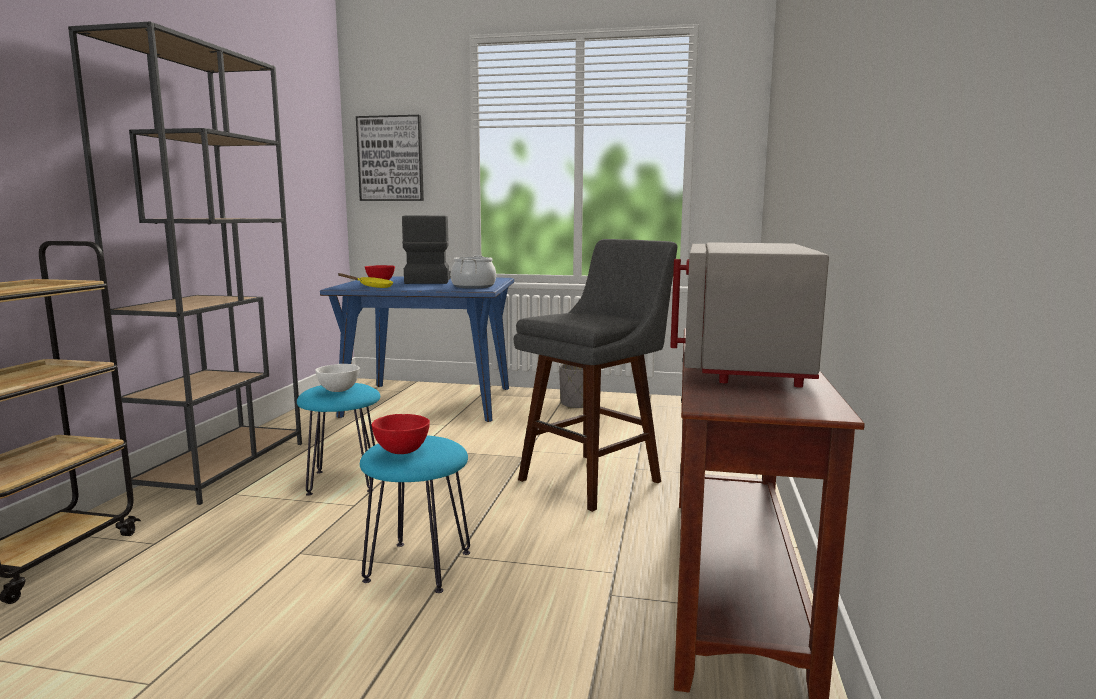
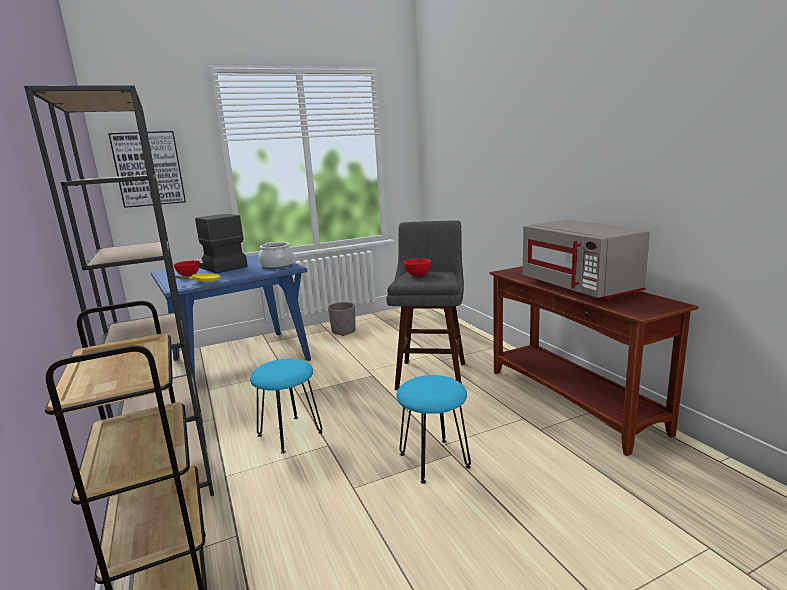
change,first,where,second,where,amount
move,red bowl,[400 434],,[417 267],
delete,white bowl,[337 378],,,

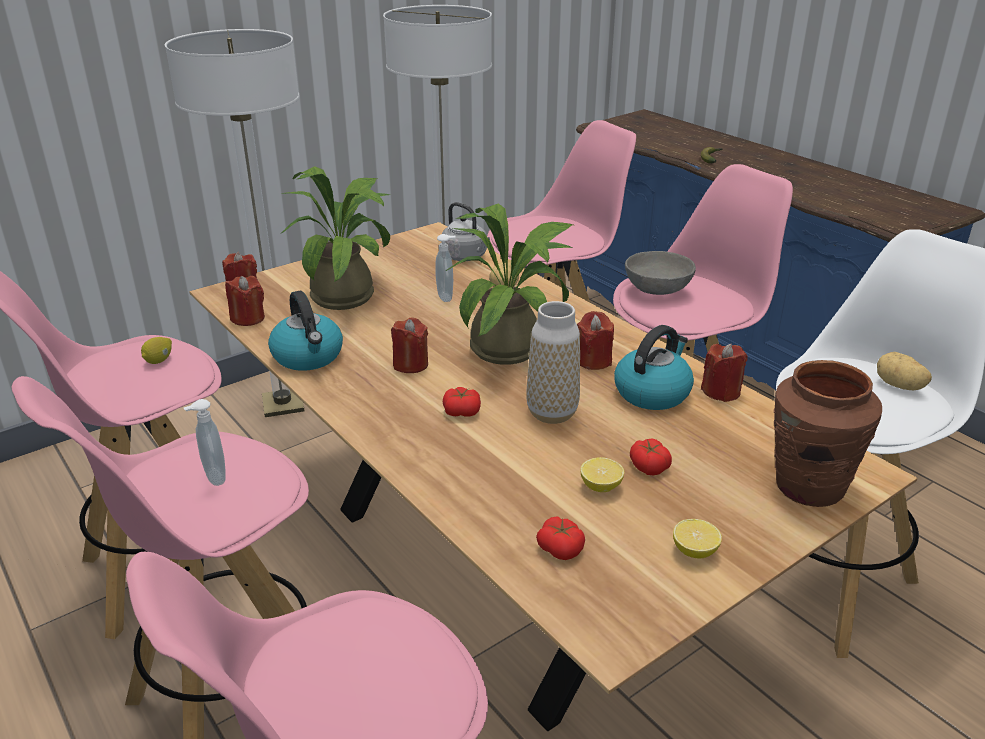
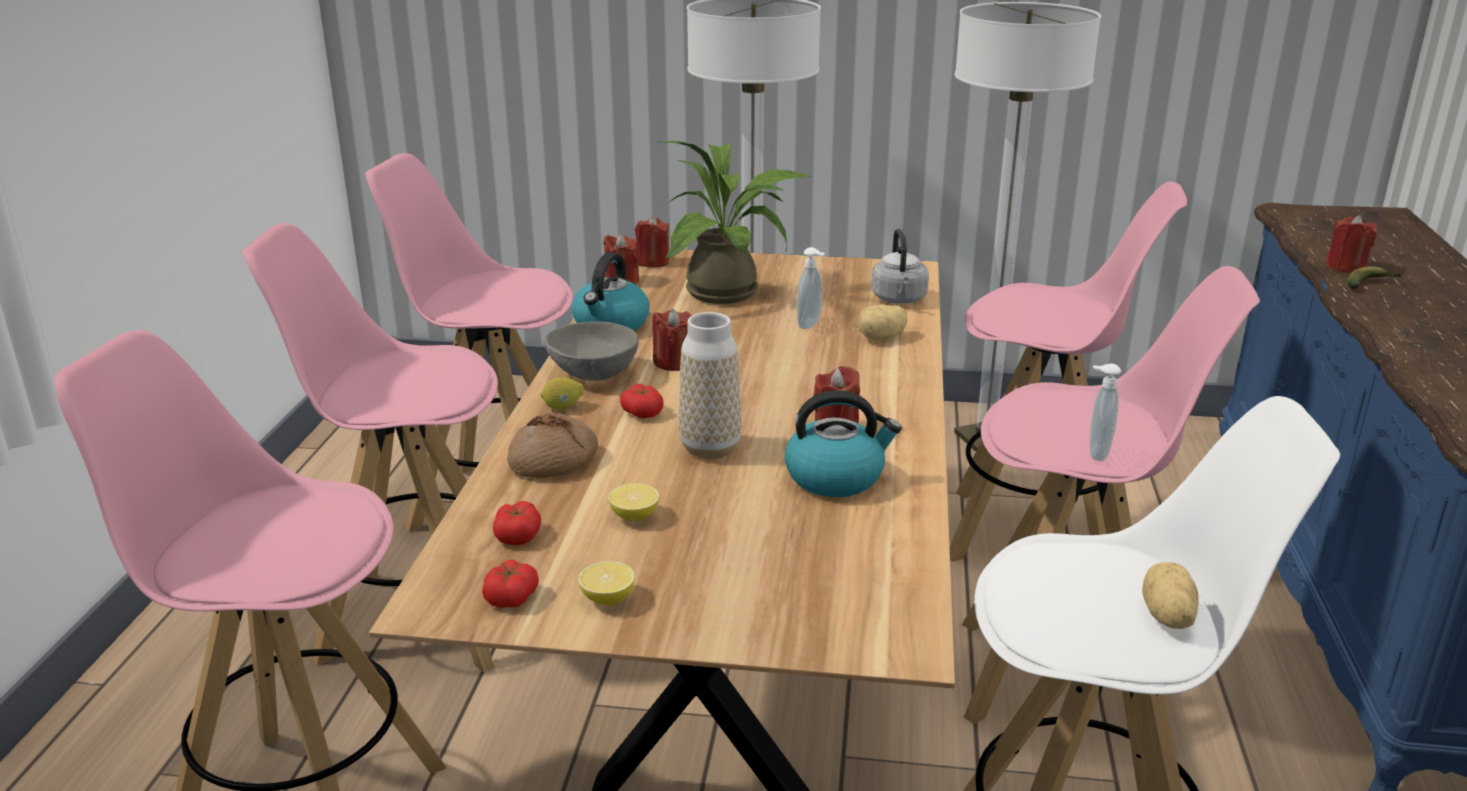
change,first,where,second,where,amount
move,tomato,[651 457],,[510 583],
insert,,,bread,[552 445],
move,lemon,[156 350],,[562 393],
move,grey bowl,[660 273],,[591 351],
move,soap dispenser,[205 442],,[1105 412],
move,red candle,[724 373],,[1351 244],
delete,potted plant,[509 284],,,
delete,brown vase,[828 433],,,

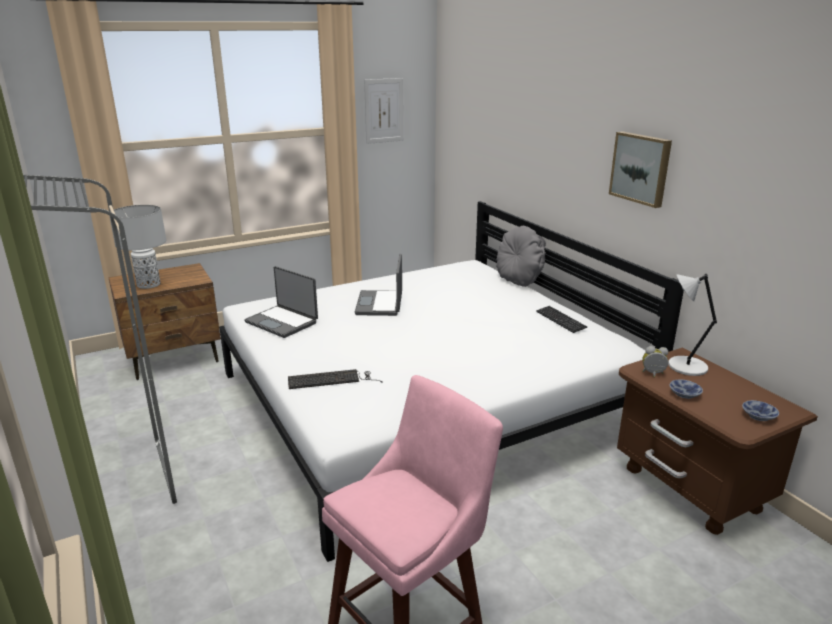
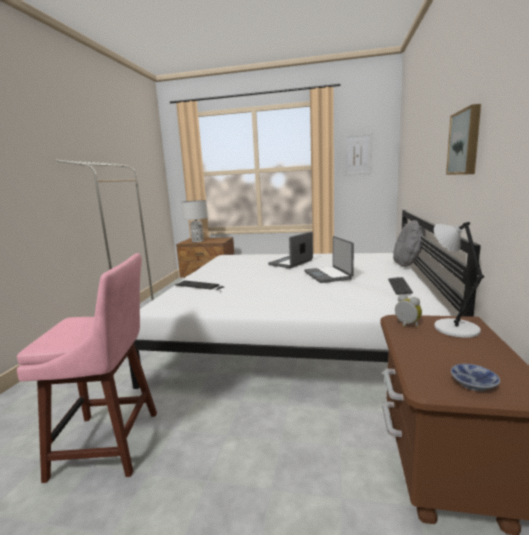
change,first,where,second,where,amount
move,laptop,[281 302],,[329 259],
delete,bowl,[686 389],,,

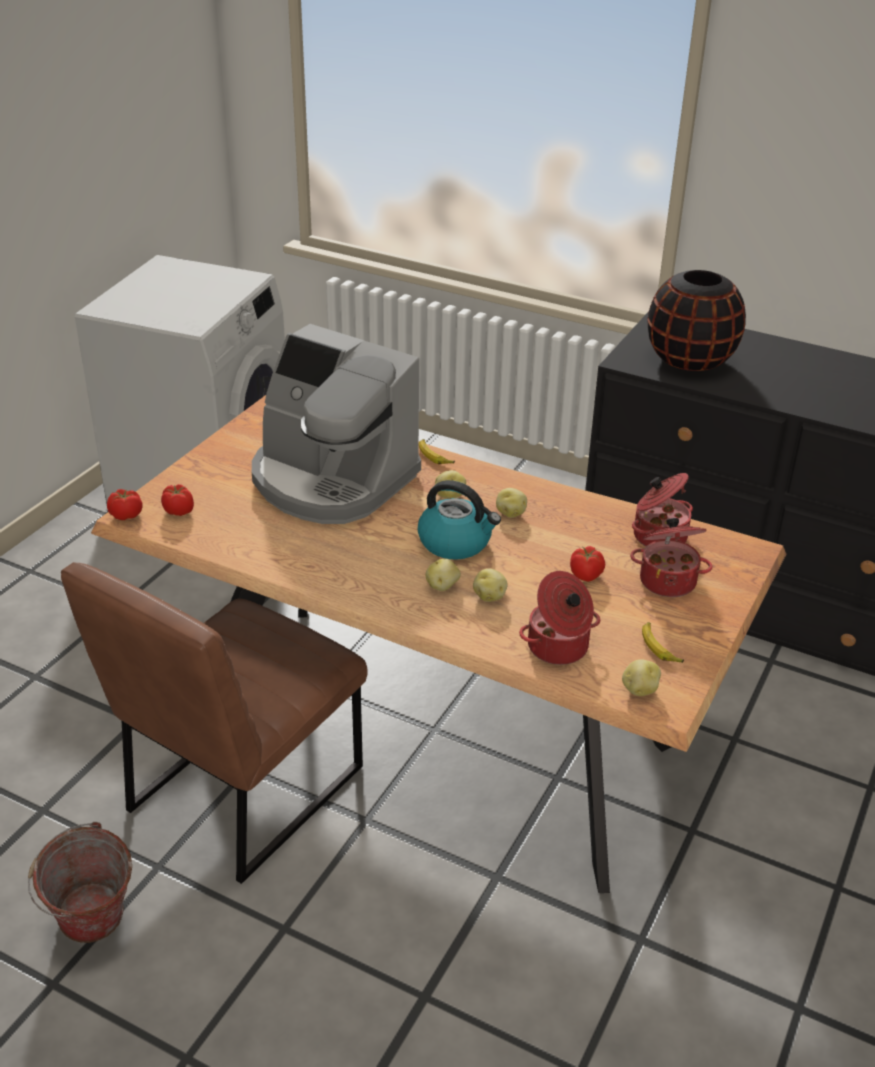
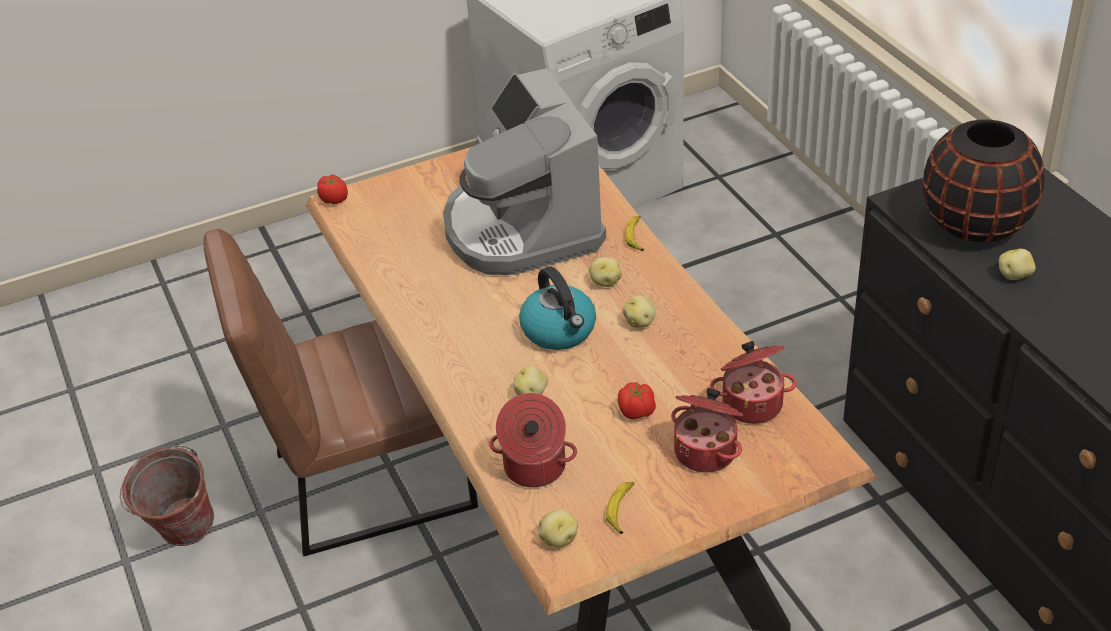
change,first,where,second,where,amount
move,potato,[443 574],,[1017 264],
delete,tomato,[177 500],,,

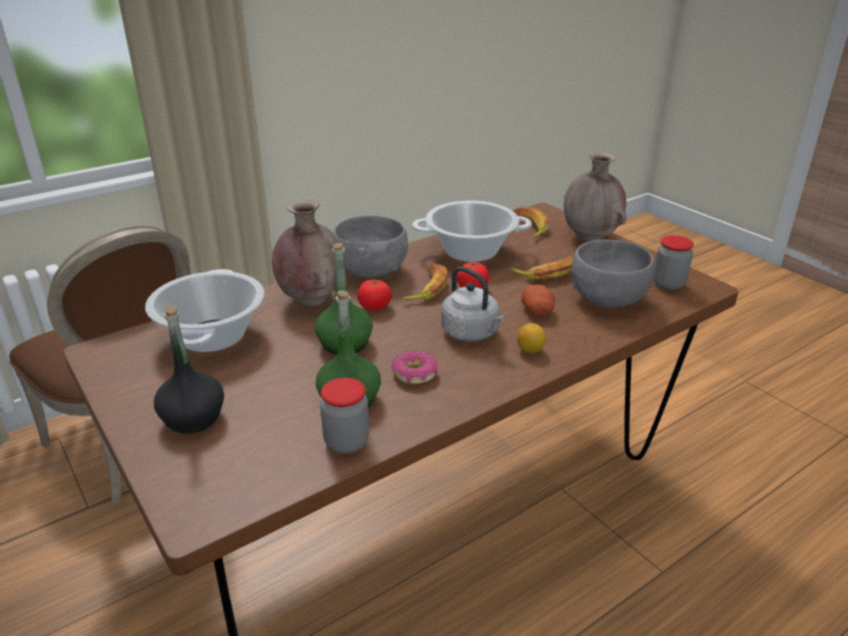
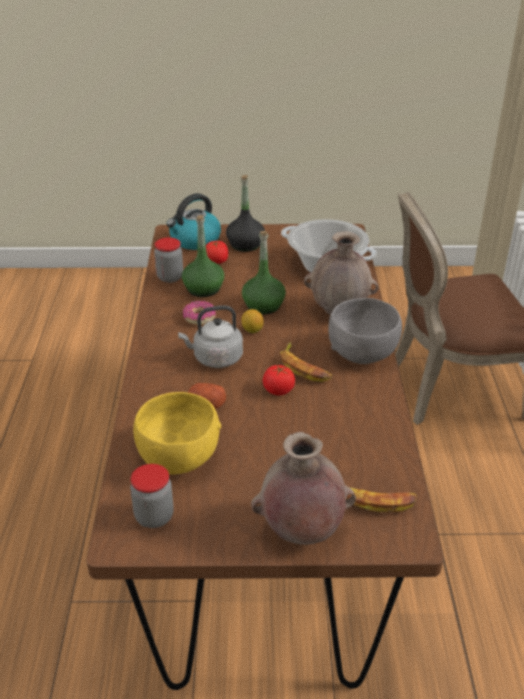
change,first,where,second,where,amount
recolor,grey bowl,[613 274],yellow bowl,[177 433],
insert,,,kettle,[193 221],
move,tomato,[374 295],,[217 252],
move,lemon,[531 338],,[252 321],
delete,cooking pot,[472 231],,,
delete,banana,[541 268],,,

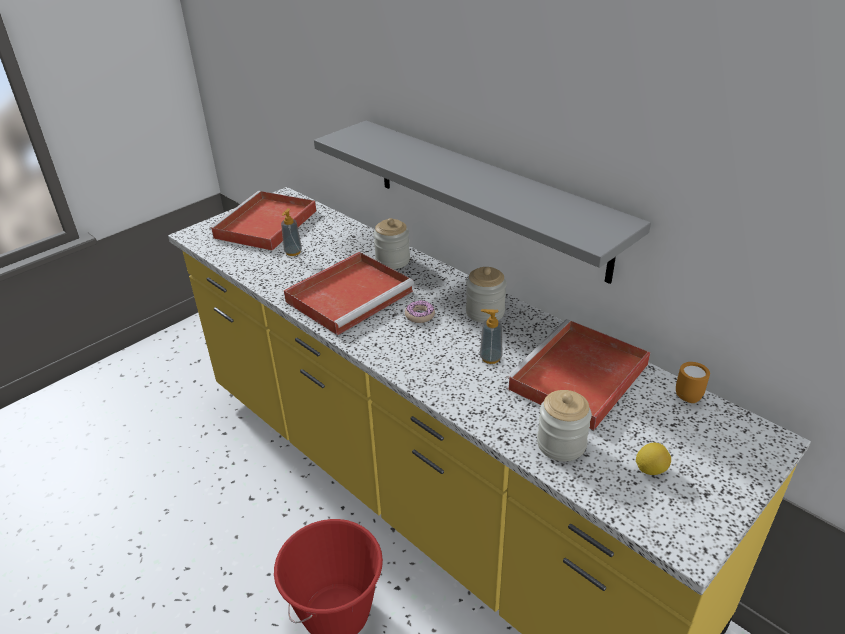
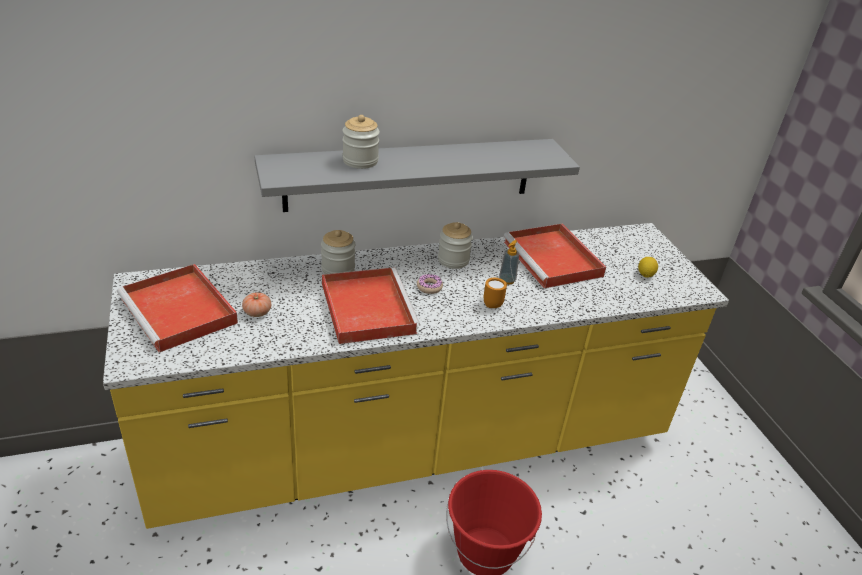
change,first,where,second,where,amount
replace,soap dispenser,[291 232],tomato,[256 304],
move,jar,[564 425],,[361 142],
move,orange mug,[693 382],,[495 293],

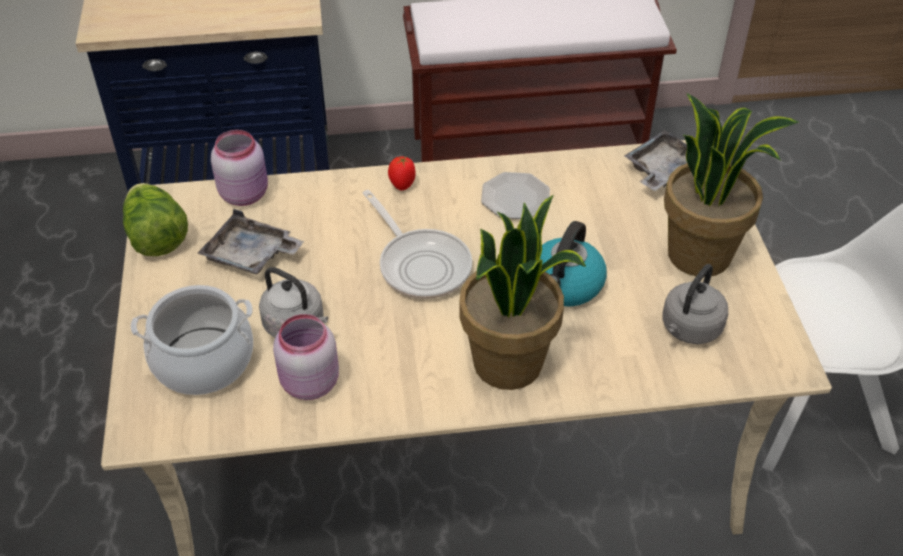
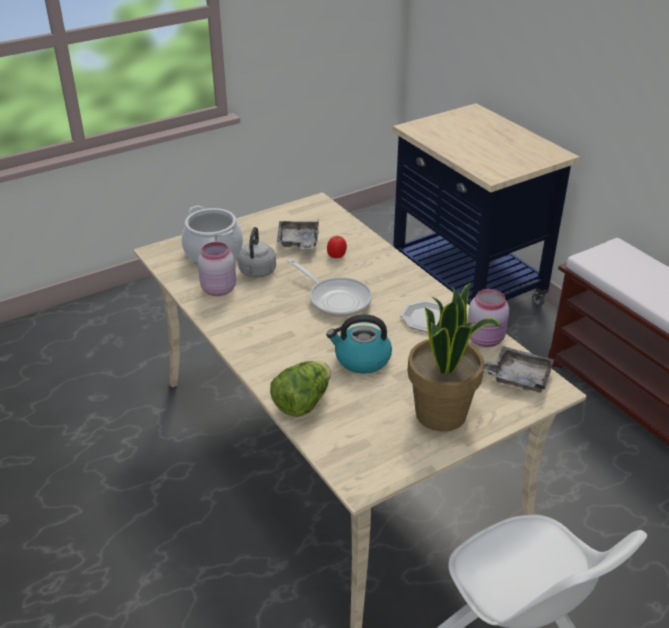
change,first,where,second,where,amount
move,lettuce,[155 219],,[300 389],
rotate,frying pan,[417 244],,[329 288],75 degrees counterclockwise
move,tomato,[401 173],,[337 247],
move,pink jar,[239 168],,[488 318],
delete,potted plant,[522 292],,,
delete,grey kettle,[695 304],,,

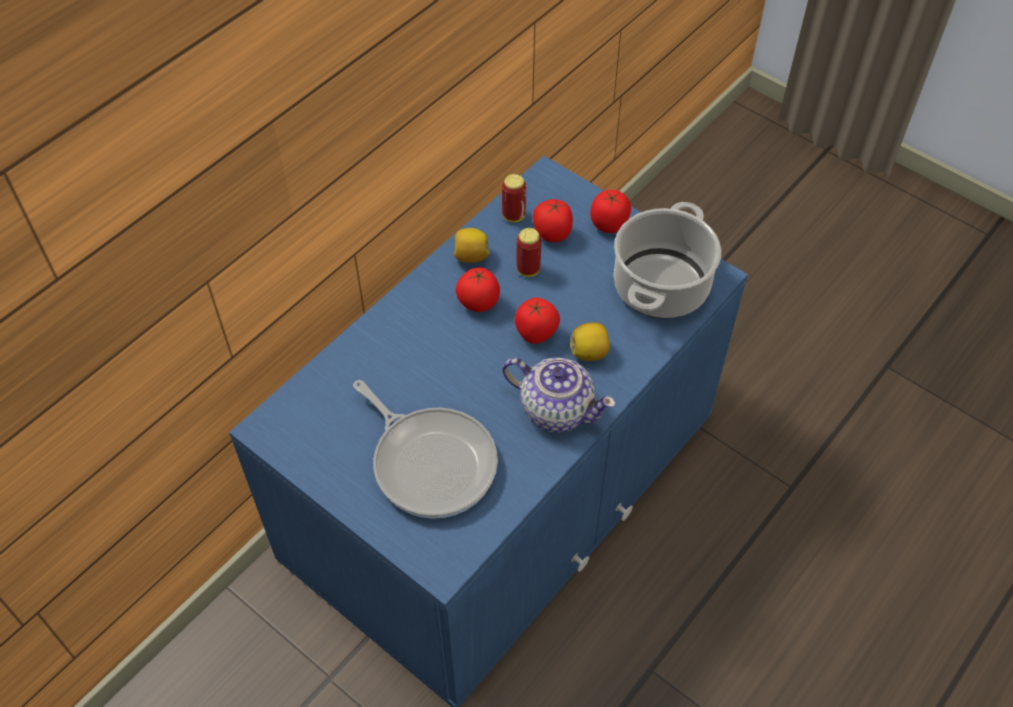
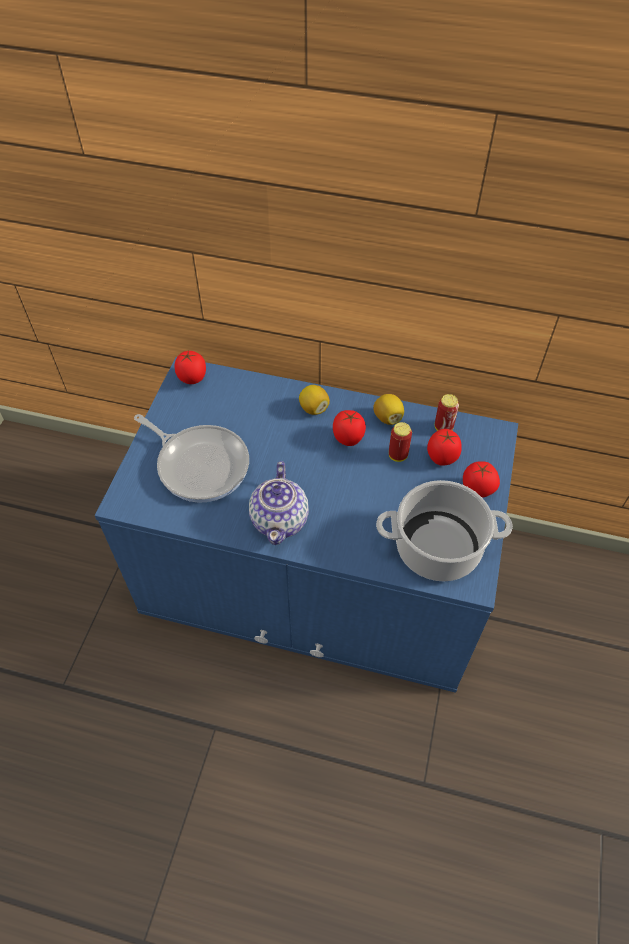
change,first,where,second,where,amount
rotate,frying pan,[425 449],,[191 458],75 degrees counterclockwise
move,tomato,[537 321],,[190 367],
move,lemon,[590 341],,[314 400],

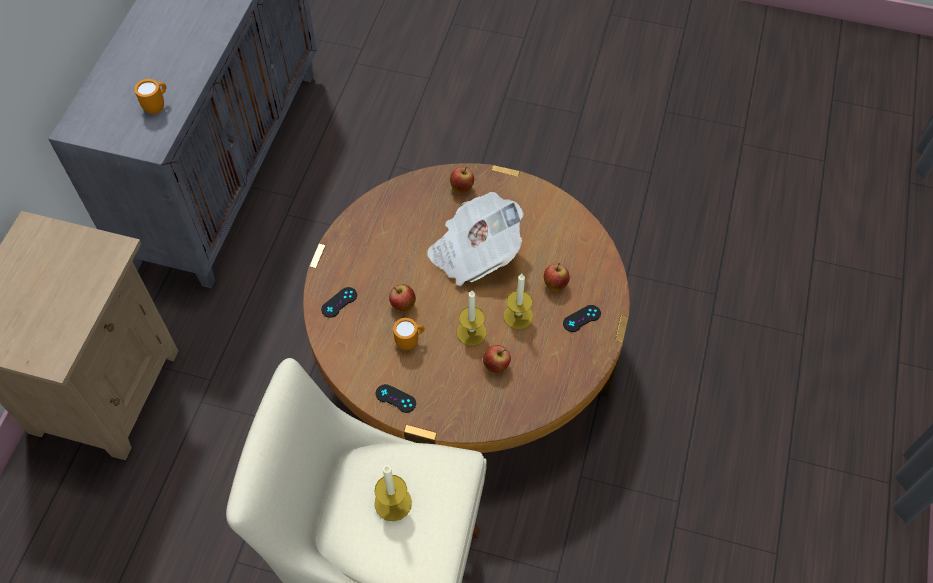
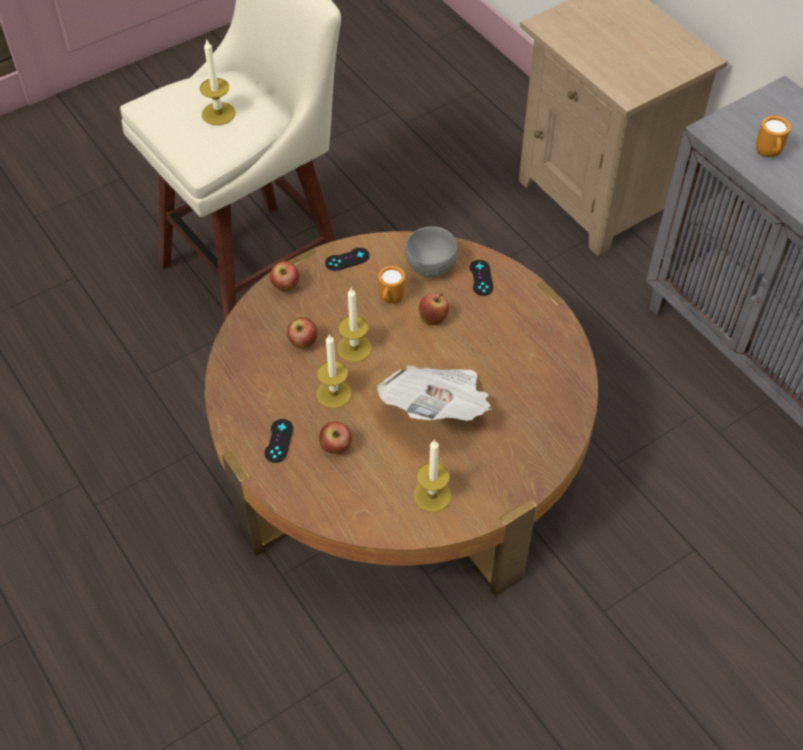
change,first,where,second,where,amount
move,apple,[462 180],,[284 276],
insert,,,grey bowl,[431 251],
insert,,,candle,[432 475],

